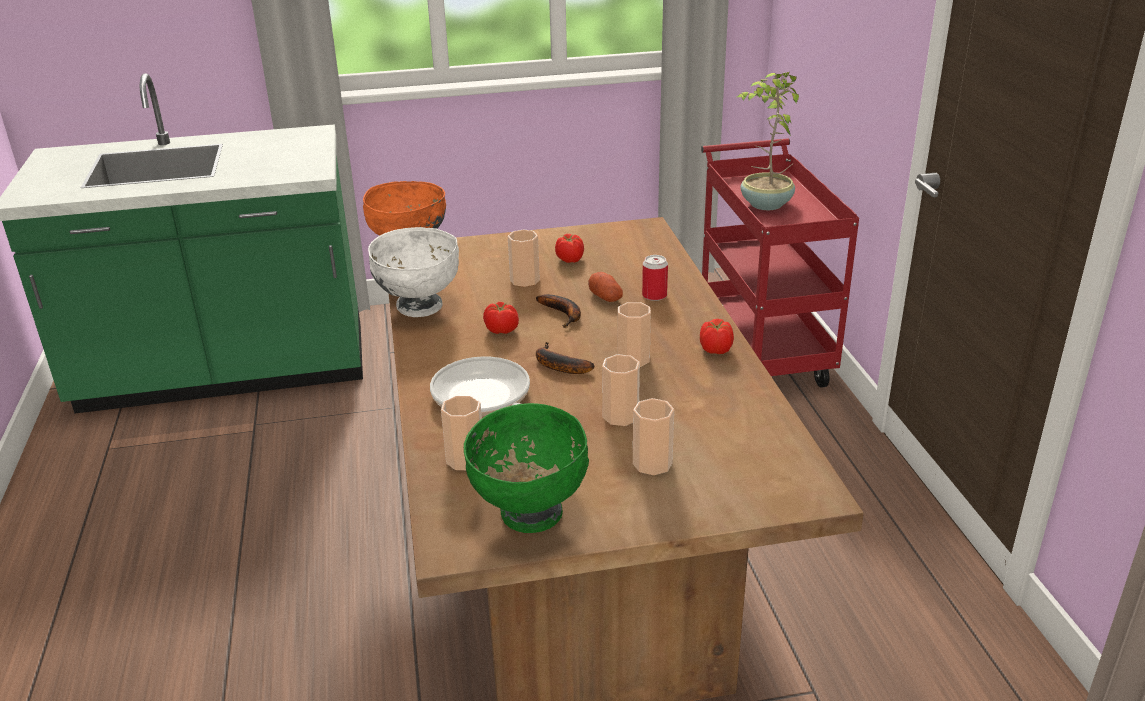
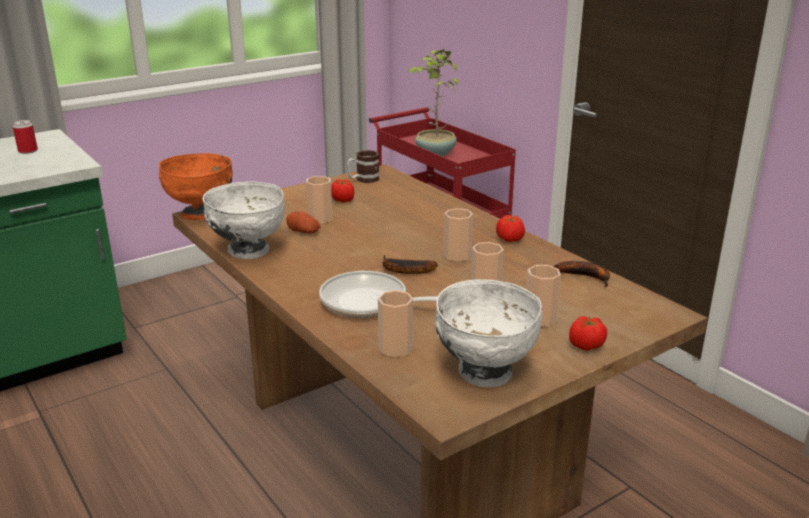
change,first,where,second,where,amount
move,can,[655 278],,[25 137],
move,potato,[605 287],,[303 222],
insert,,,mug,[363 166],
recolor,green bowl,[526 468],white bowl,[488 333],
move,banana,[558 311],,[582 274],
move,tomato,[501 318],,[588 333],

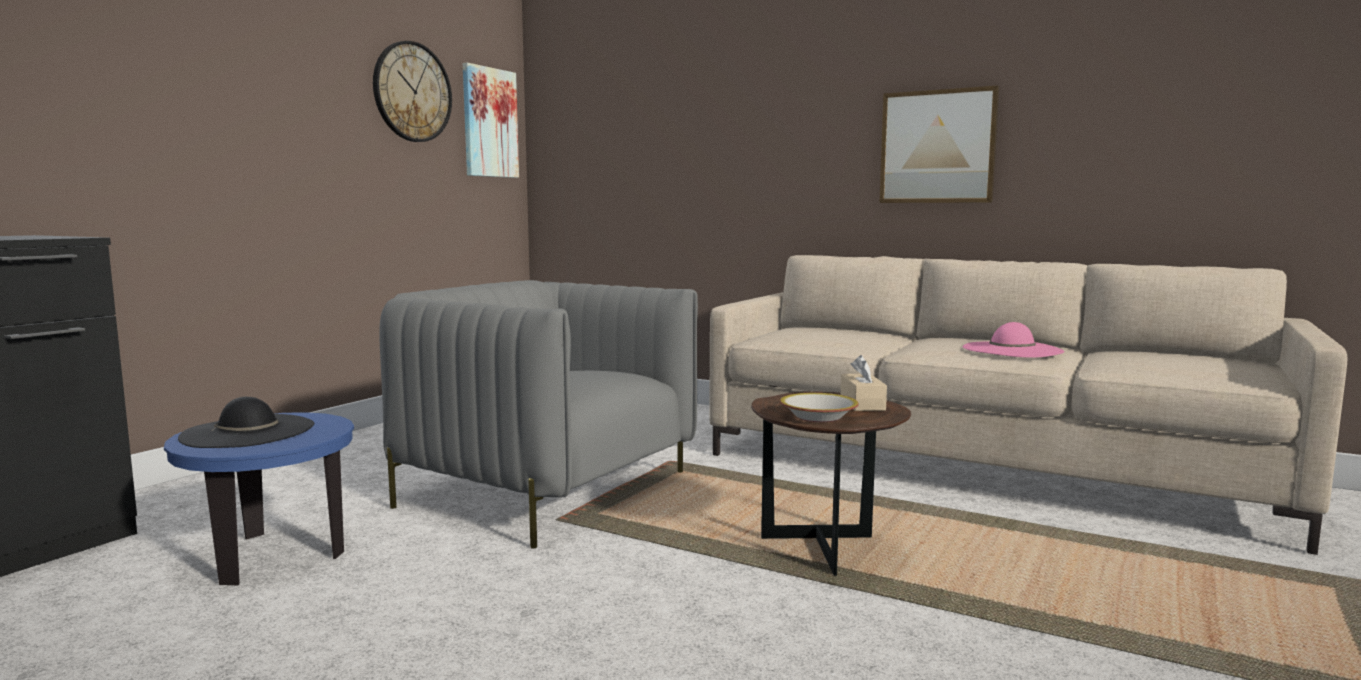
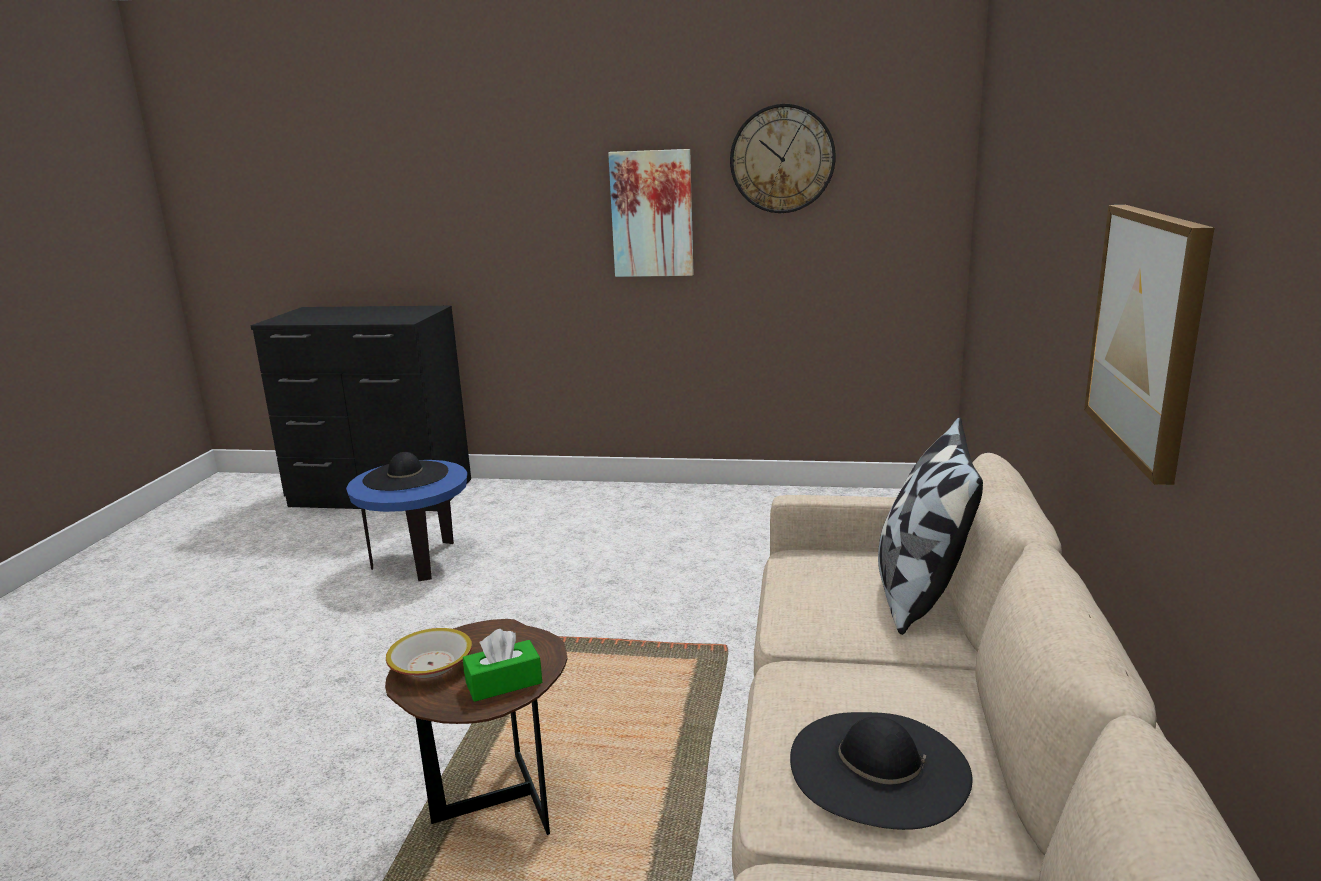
change,first,where,second,where,amount
recolor,beige tissue box,[864 383],green tissue box,[502 665],
move,picture,[491 120],,[651 213],
recolor,pink hat,[1013 340],black hat,[881 771],
insert,,,pillow,[930 526],
delete,grey armchair,[538 414],,,

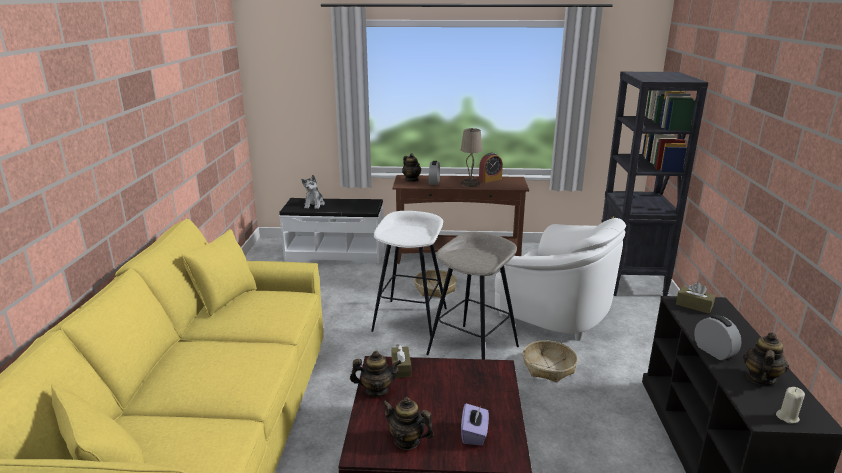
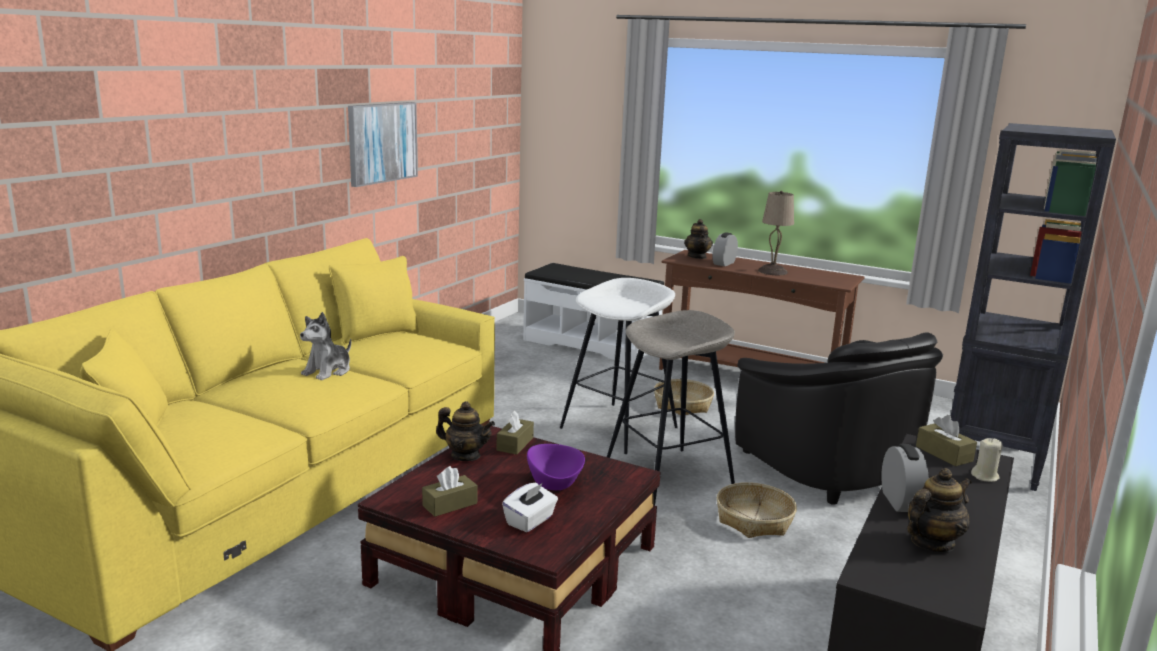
change,first,where,second,where,amount
move,plush toy,[313 192],,[325 346],
insert,,,picture,[383 144],
replace,teapot,[408 423],brown tissue box,[449 491],
recolor,purple tissue box,[475 424],white tissue box,[530 507],
insert,,,purple bowl,[556 467],
recolor,white armchair,[560 279],black armchair,[839 418],
move,beige candle,[790 405],,[986 460],
delete,alarm clock,[491 168],,,

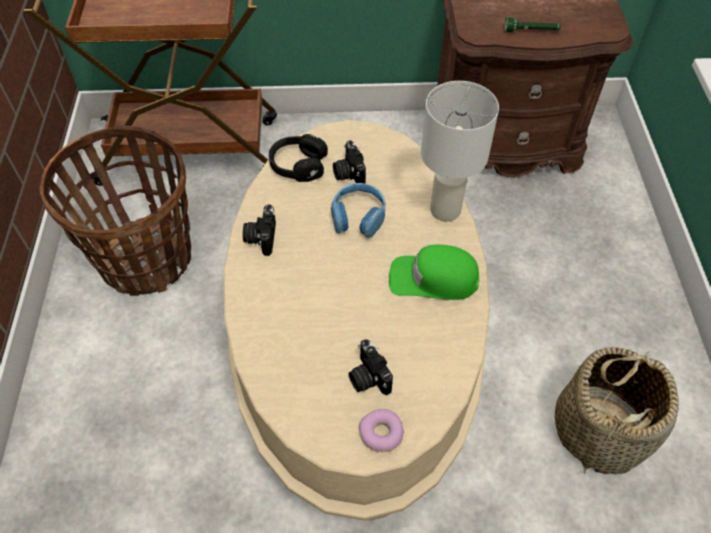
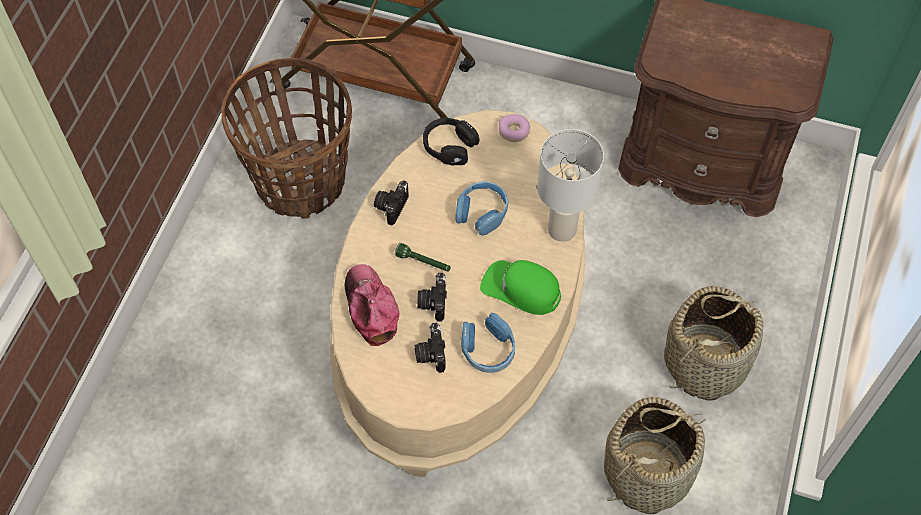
change,first,where,second,where,amount
insert,,,cap,[372 305],
move,green flashlight,[532 25],,[423 257],
move,photo camera,[349 162],,[432 297],
insert,,,blue headphones,[488 343],
move,donut,[381 430],,[515 128],
insert,,,basket,[713 343],

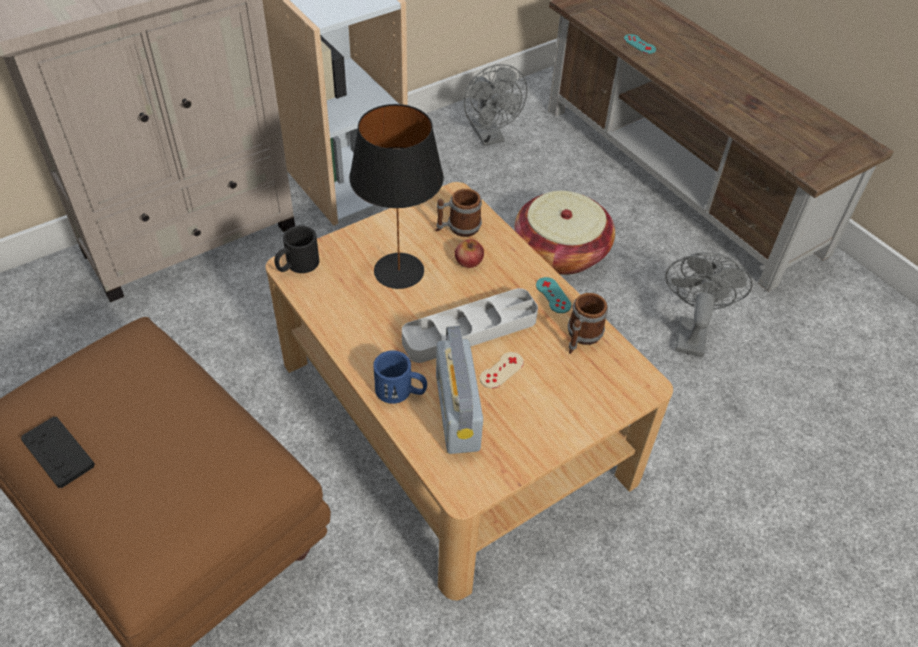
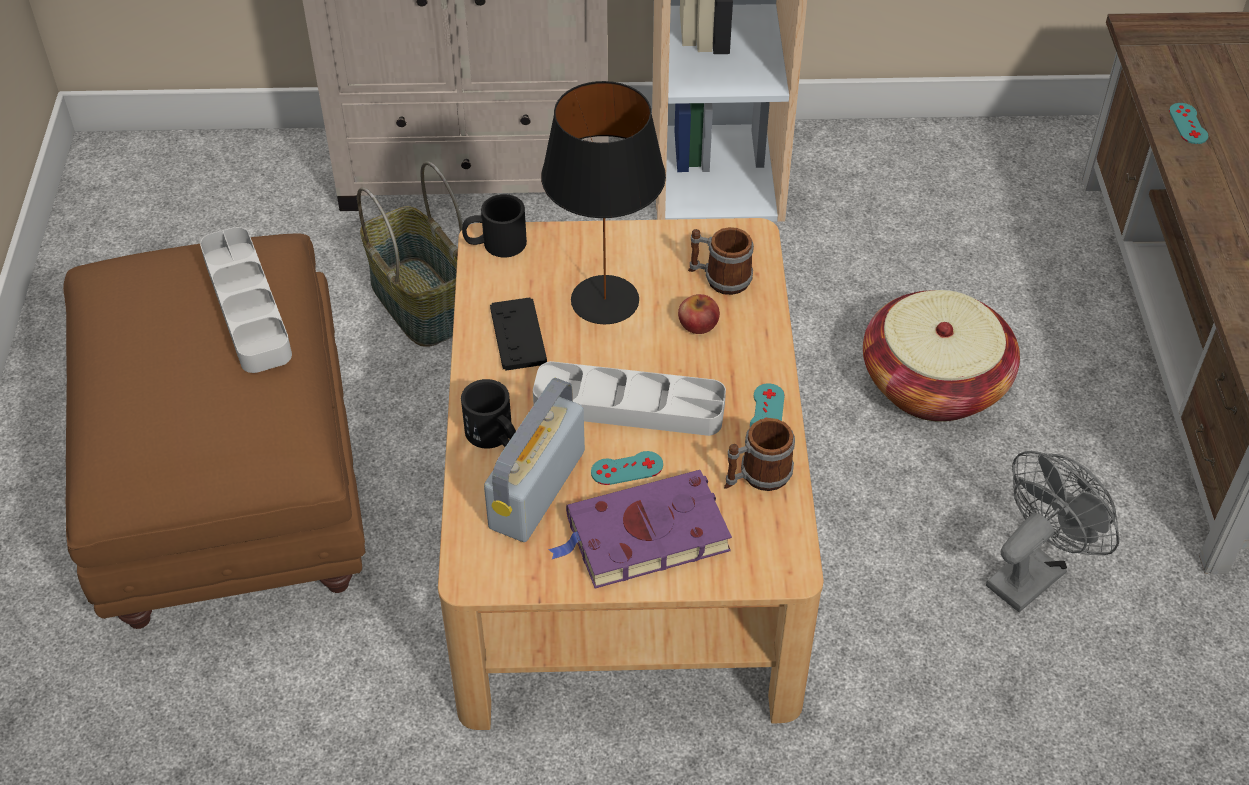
change,first,where,second,where,amount
insert,,,grey tray,[246 300],
insert,,,basket,[410 254],
recolor,blue mug,[400 377],black mug,[488 414],
move,black game controller,[57 452],,[518 334],
insert,,,purple book,[640 529],
recolor,beige game controller,[502 370],turquoise game controller,[627 468],
delete,grey fan,[495 105],,,

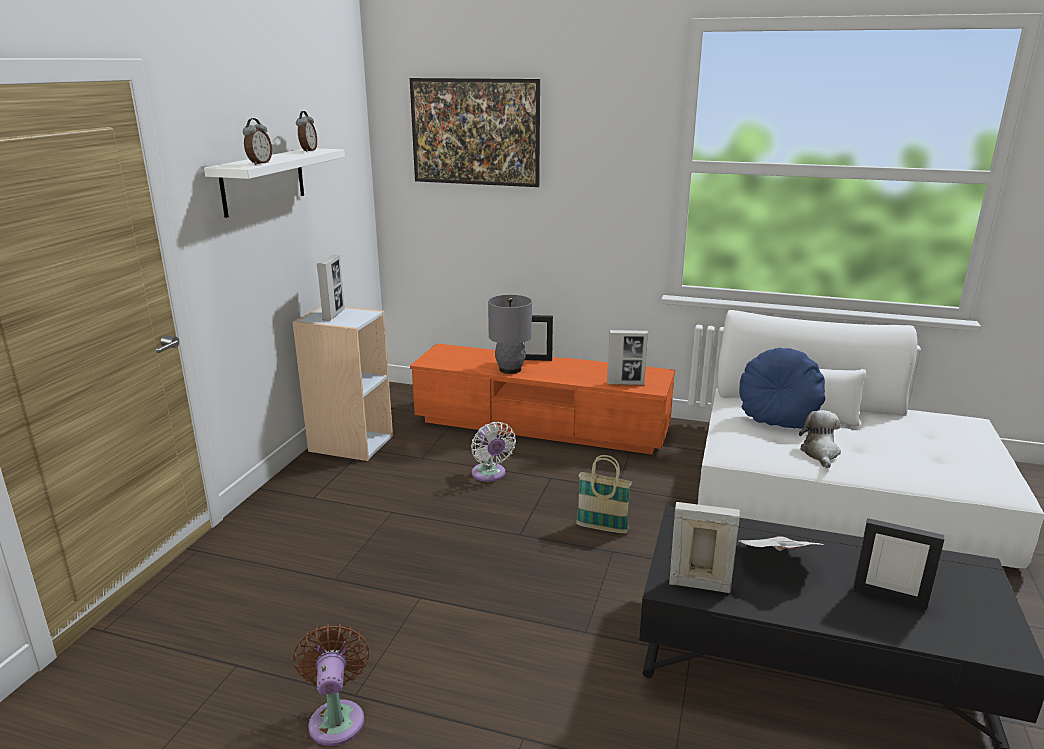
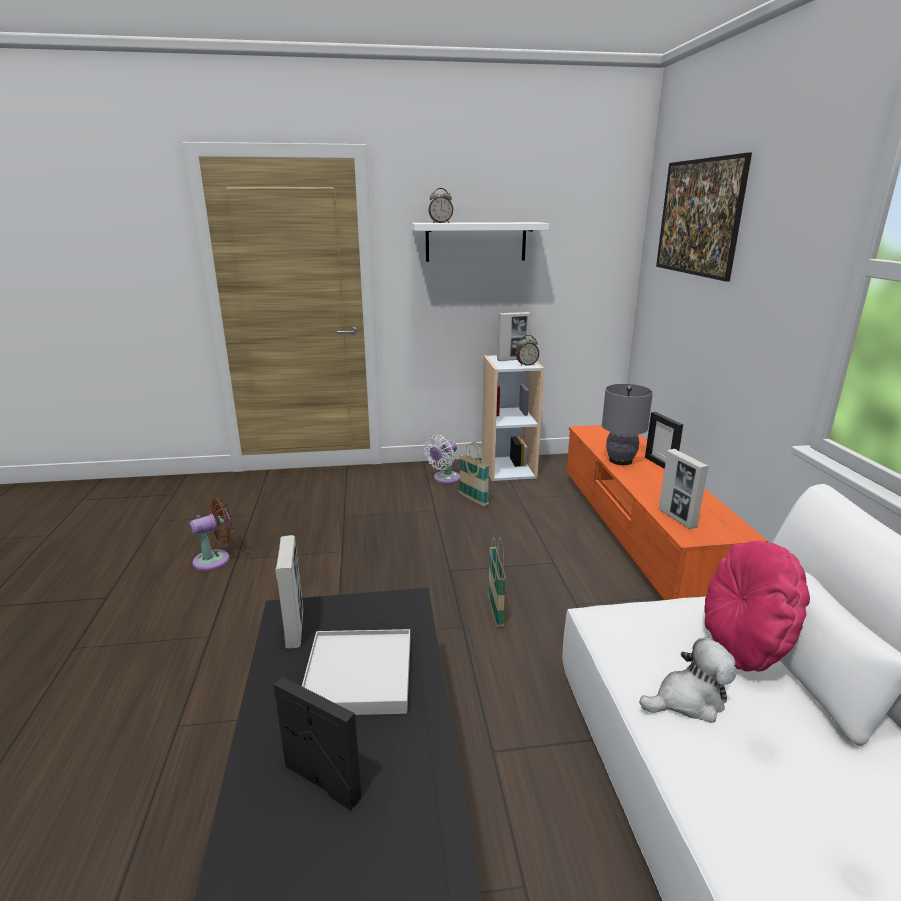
change,first,where,second,where,amount
rotate,picture frame,[898 564],,[318 744],120 degrees clockwise
replace,newspaper,[782 544],white tray,[356 672],
move,white fan,[493 452],,[442 459],
insert,,,basket,[474 474],
move,alarm clock,[306 131],,[527 350],
recolor,blue pillow,[782 388],pink pillow,[757 606],

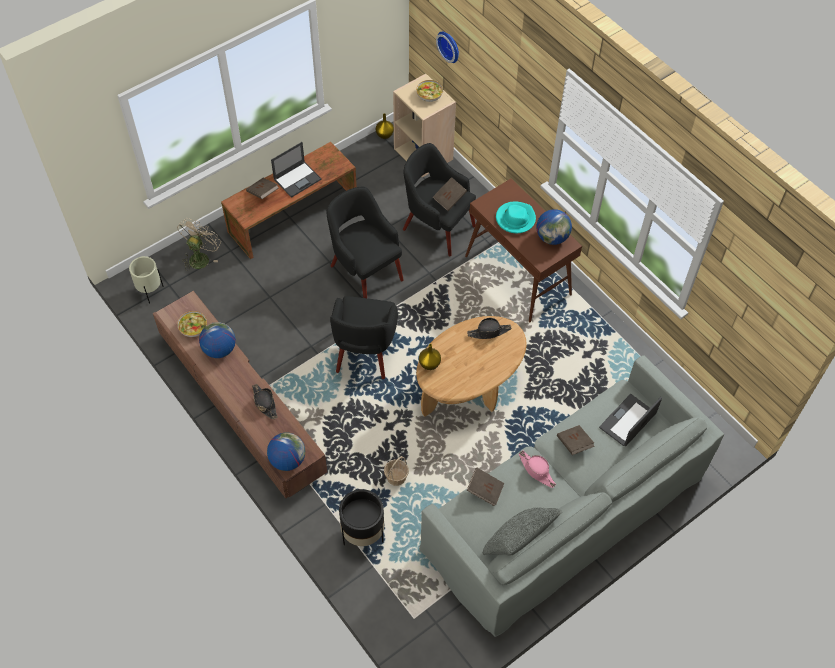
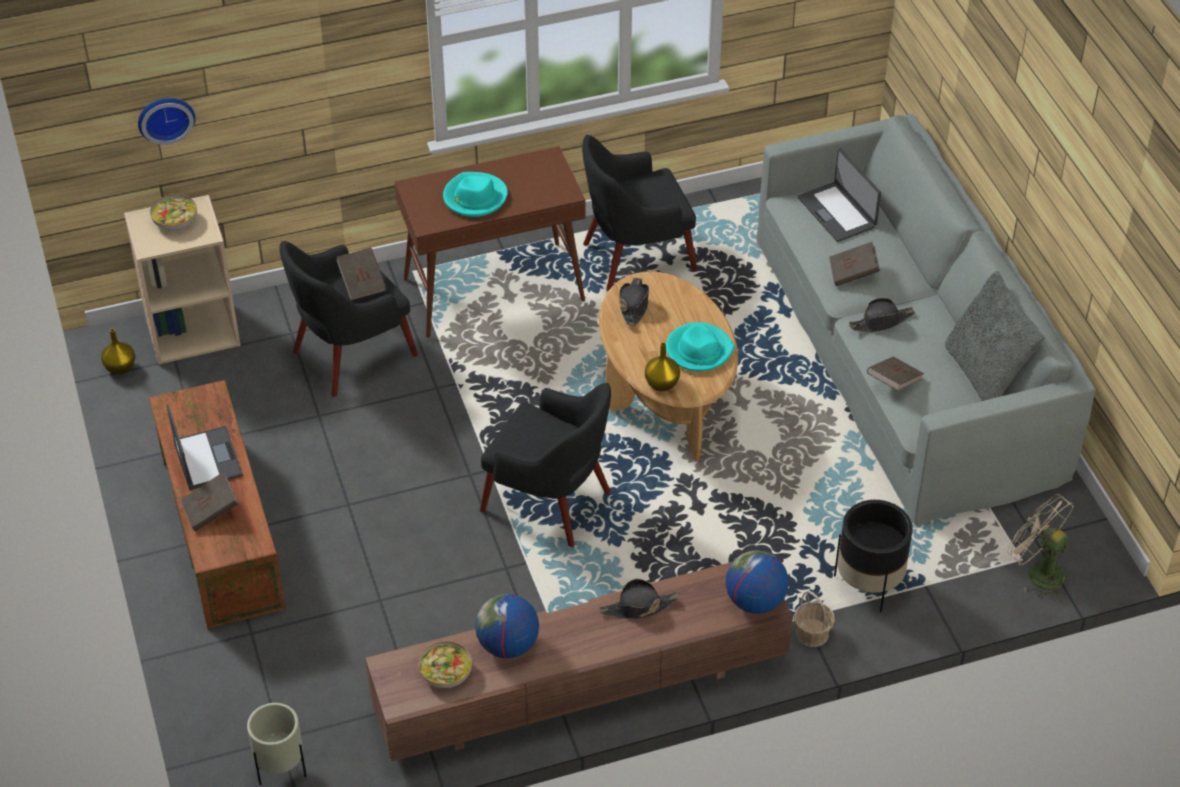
change,first,where,second,where,amount
move,black armchair,[365 242],,[639 213],
insert,,,turquoise hat,[700 346],
move,basket,[396 471],,[814 619],
recolor,pink hat,[537 469],black hat,[882 315],
move,beige fan,[199 244],,[1040 546],
delete,globe,[554 227],,,

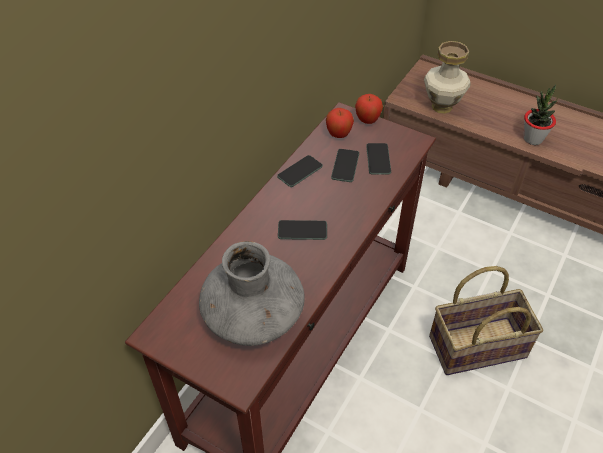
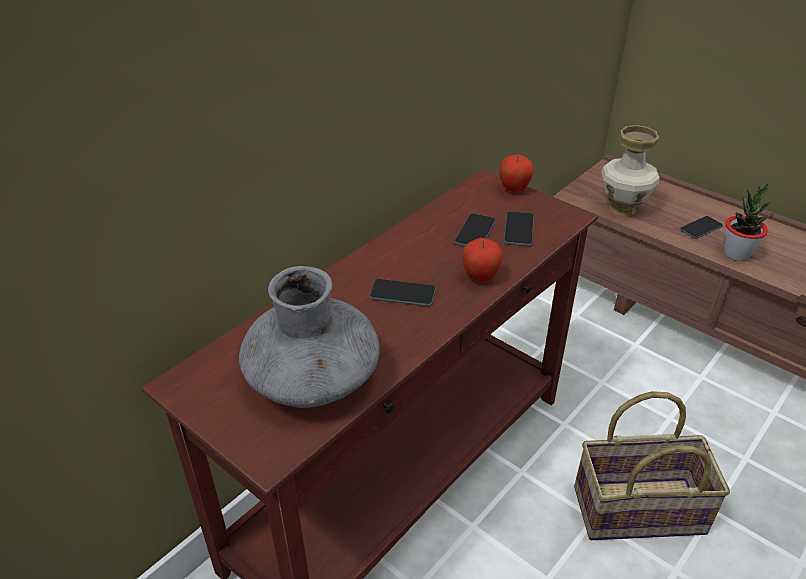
change,first,where,second,where,amount
move,apple,[340 123],,[482 260],
move,phone,[300 171],,[701 227],

